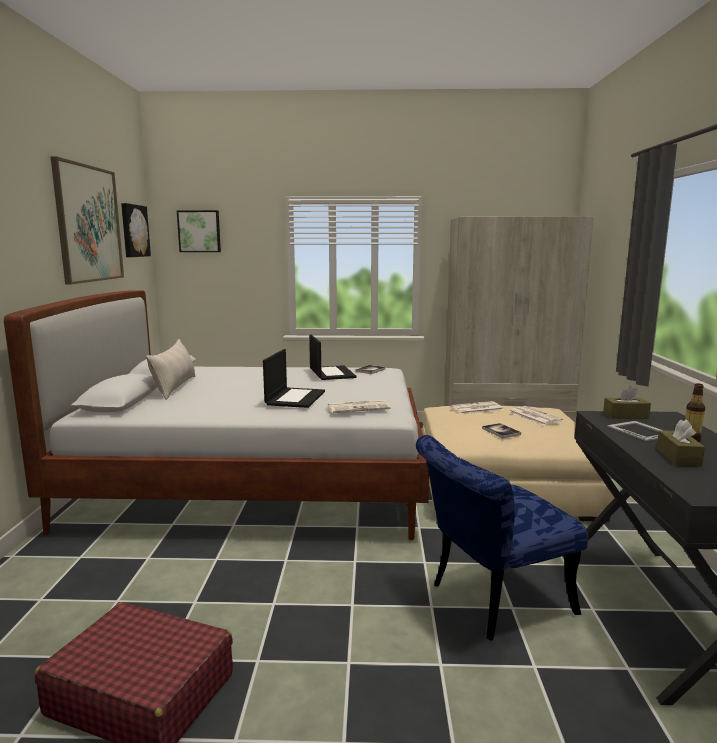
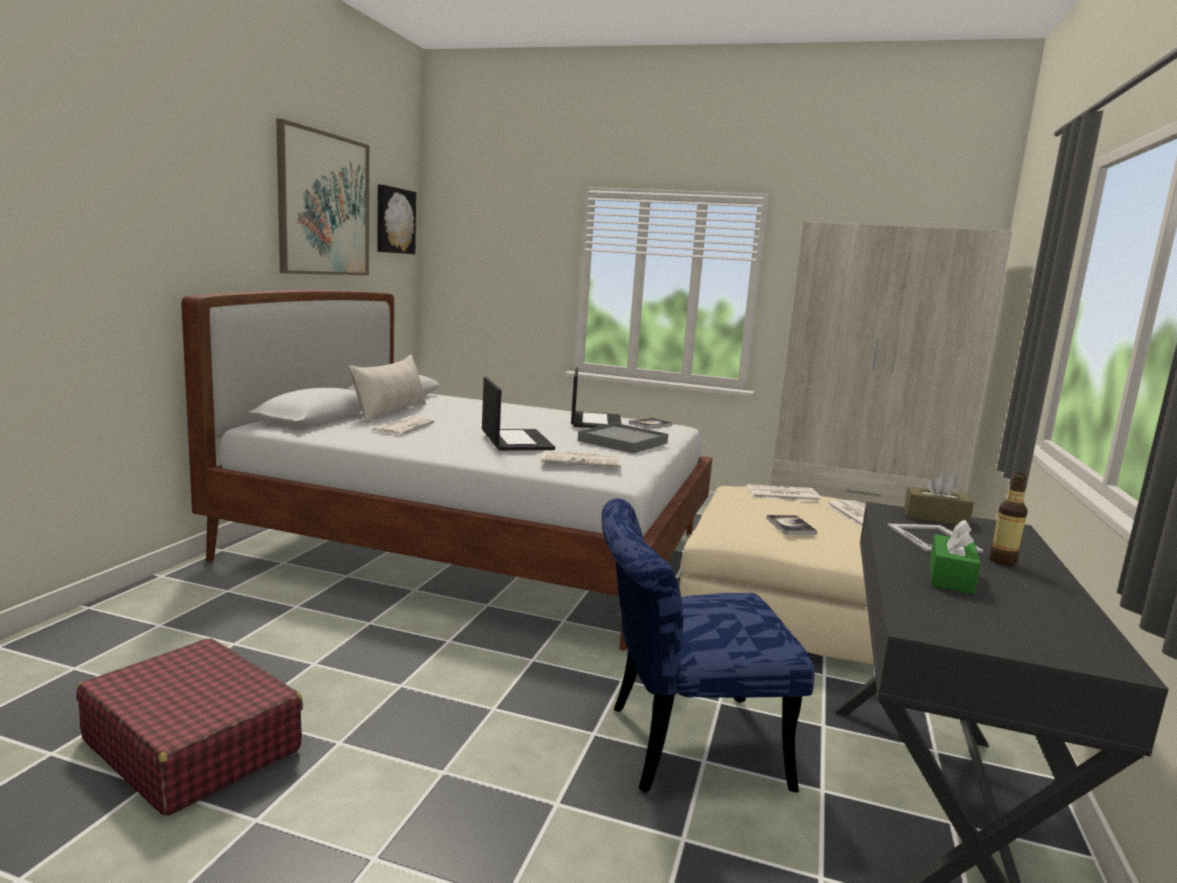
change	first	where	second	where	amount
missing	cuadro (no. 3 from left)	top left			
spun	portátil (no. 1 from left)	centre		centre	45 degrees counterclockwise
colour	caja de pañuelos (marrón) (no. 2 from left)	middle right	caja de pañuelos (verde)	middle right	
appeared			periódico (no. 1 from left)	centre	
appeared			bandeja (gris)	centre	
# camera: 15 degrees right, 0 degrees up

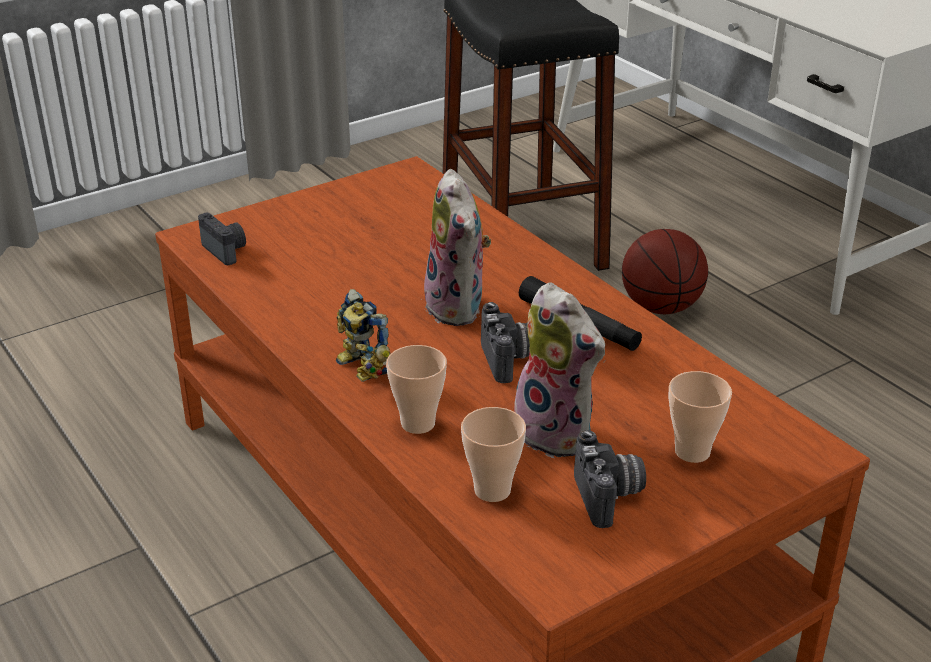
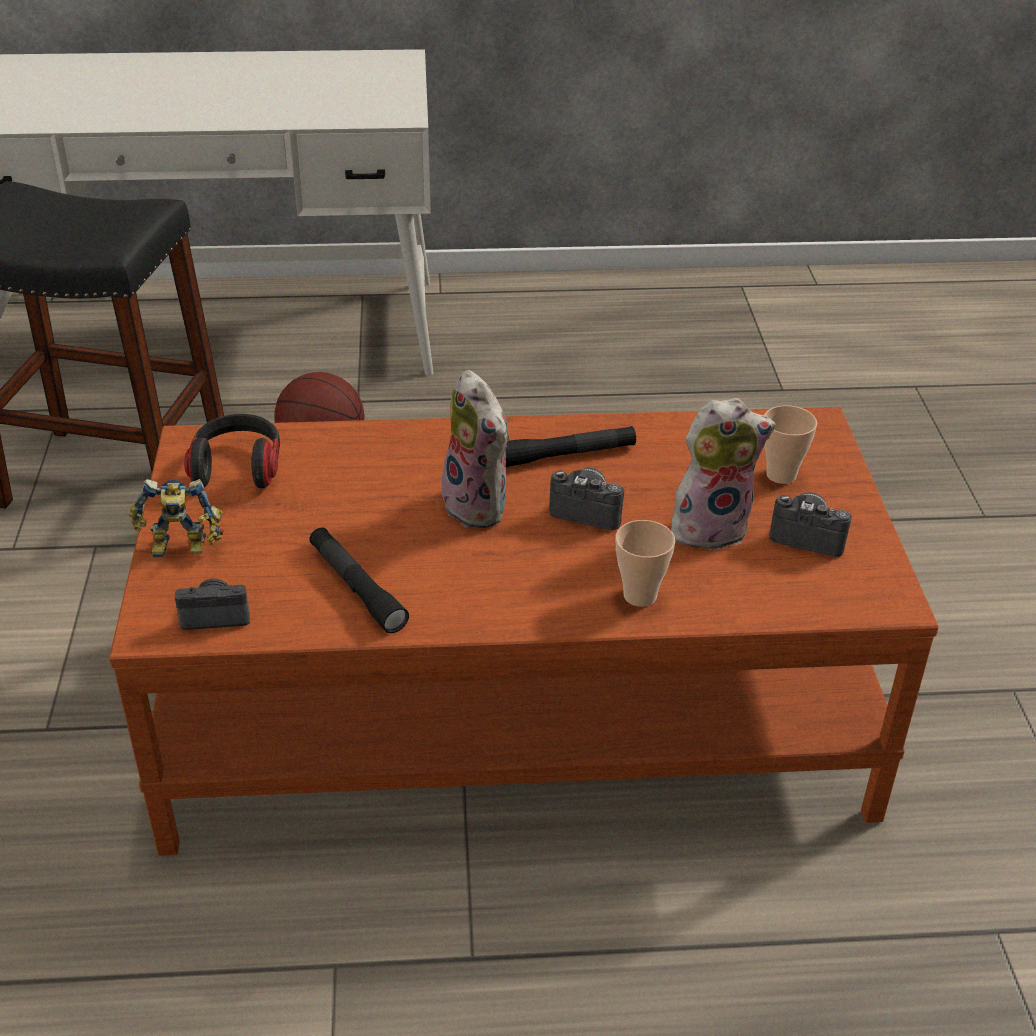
change	first	where	second	where	amount
relocated	robot de juguete	centre		middle left	
spun	peluche (no. 1 from left)	centre		centre	45 degrees clockwise
missing	taza (no. 2 from left)	bottom centre			
appeared			auriculares	middle left	
appeared			linterna (negro) (no. 1 from left)	centre	
# camera: 60 degrees left, 5 degrees up

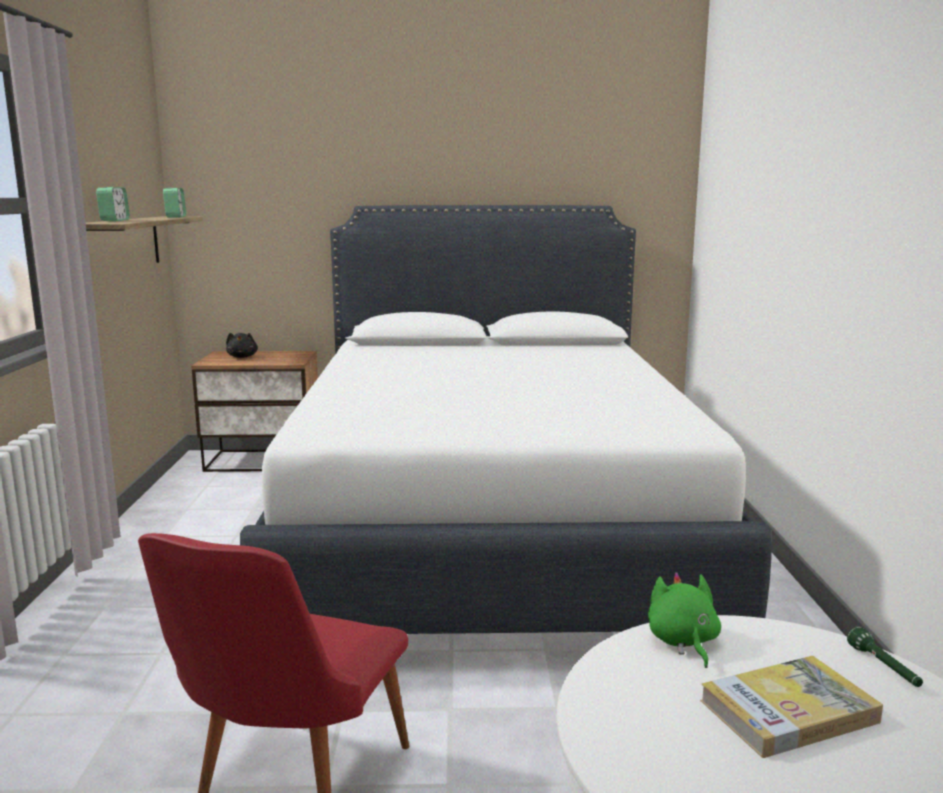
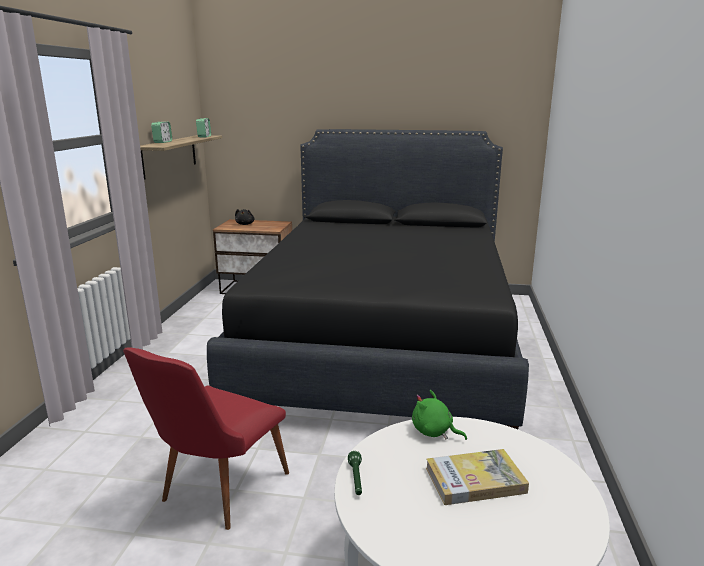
change	first	where	second	where	amount
colour	cama (blanco)	centre	cama (negro)	centre	
spun	peluche (verde)	bottom right		bottom centre	60 degrees counterclockwise
relocated	linterna (verde)	bottom right		bottom centre	
# camera: 10 degrees right, 5 degrees up

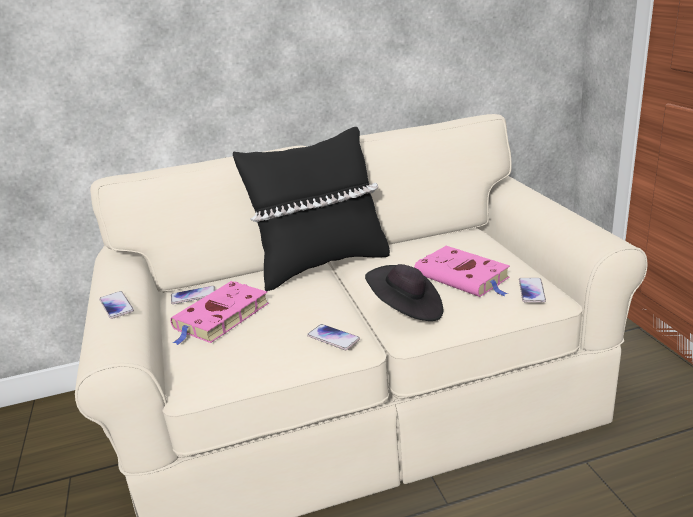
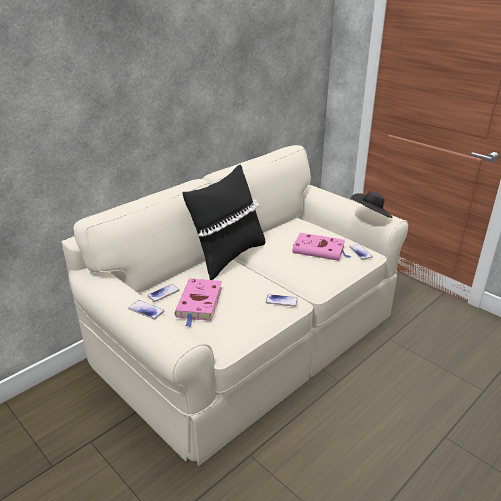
change	first	where	second	where	amount
relocated	sombrero (negro)	centre		middle right	
# camera: 30 degrees left, 5 degrees up

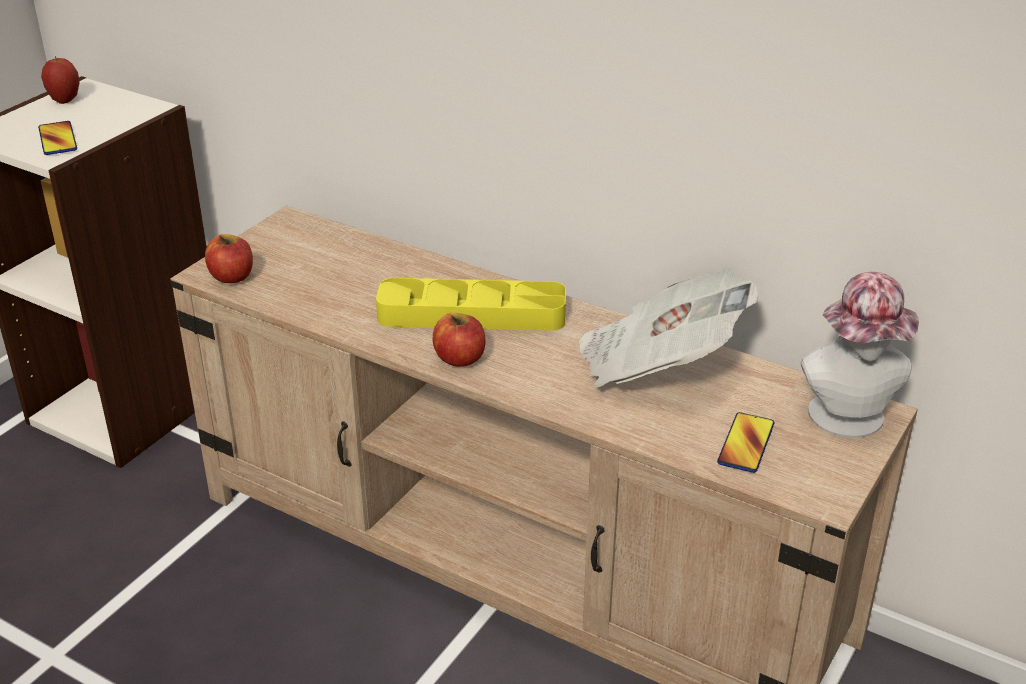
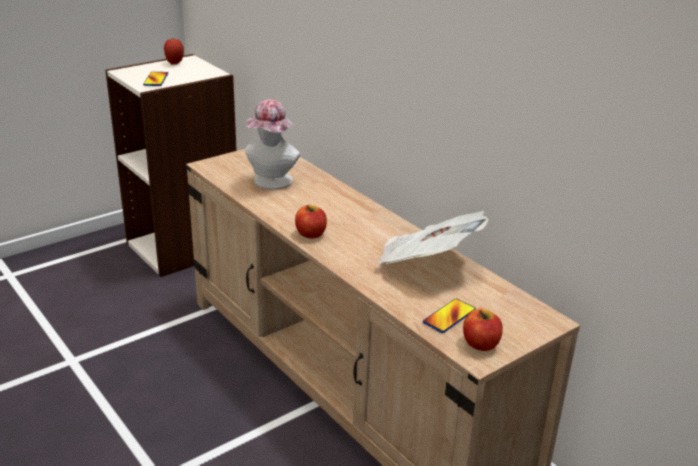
change	first	where	second	where	amount
relocated	manzana (no. 2 from left in the first image)	middle left	manzana (no. 3 from left)	bottom right	
missing	bandeja (amarillo)	centre			
relocated	sombrero	middle right		top centre	
# camera: 20 degrees right, 5 degrees down

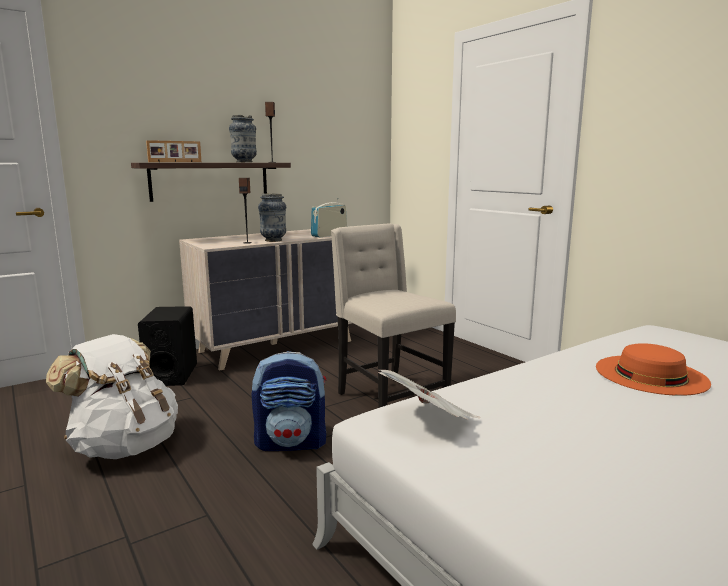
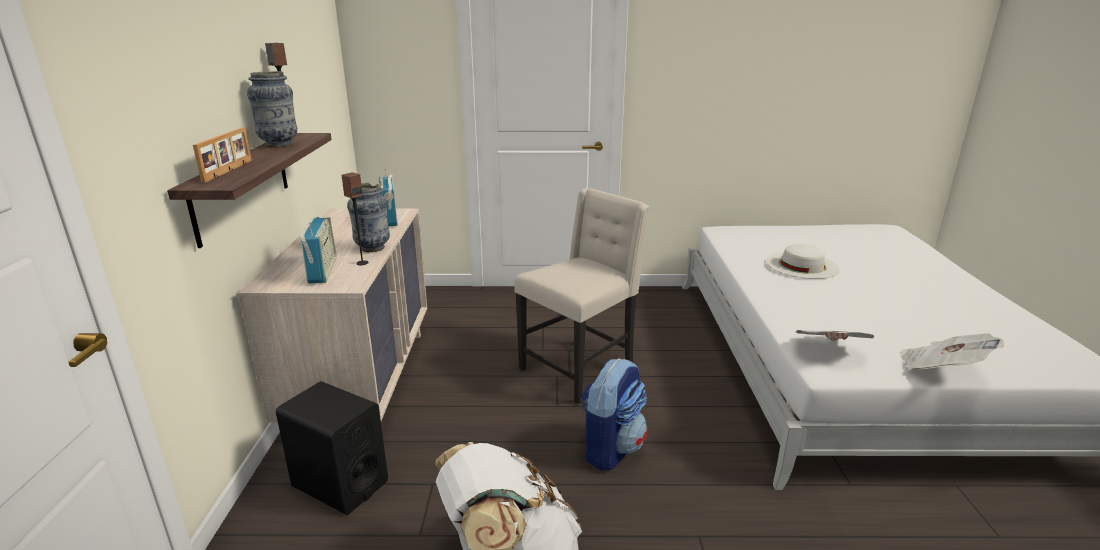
change	first	where	second	where	amount
spun	silla (beis)	centre		centre	135 degrees clockwise
colour	sombrero (naranja)	middle right	sombrero (blanco)	middle right	
appeared			radio (no. 1 from left)	middle left	
appeared			periódico (no. 2 from left)	middle right	
# camera: 55 degrees left, 10 degrees up

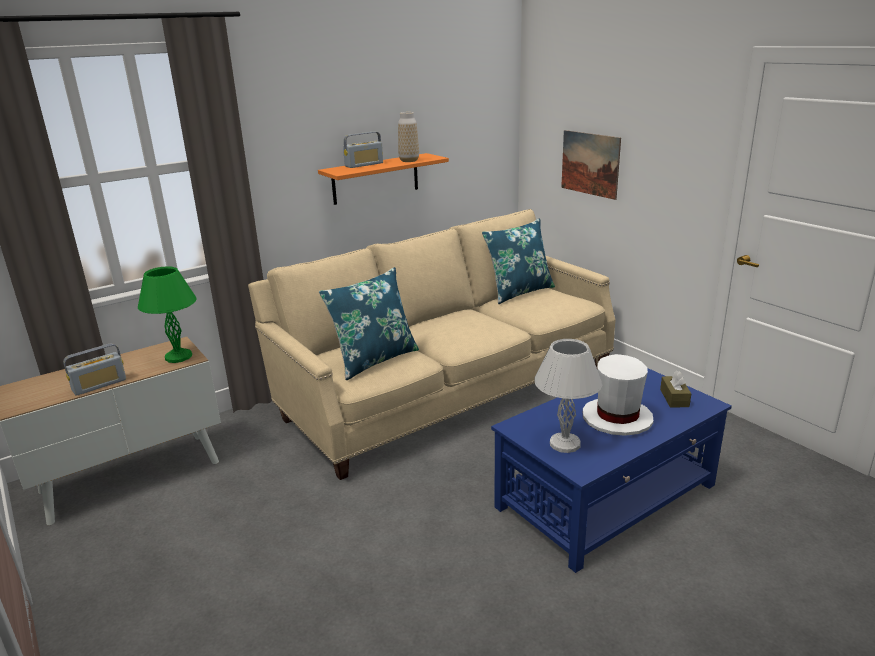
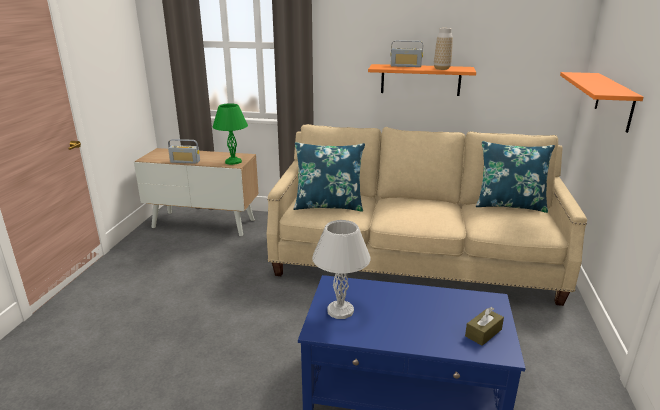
change	first	where	second	where	amount
exchanged	cuadro	top right	estante (naranja) (no. 2 from left)	top right	
missing	sombrero (blanco)	middle right			
# camera: 45 degrees right, 0 degrees up

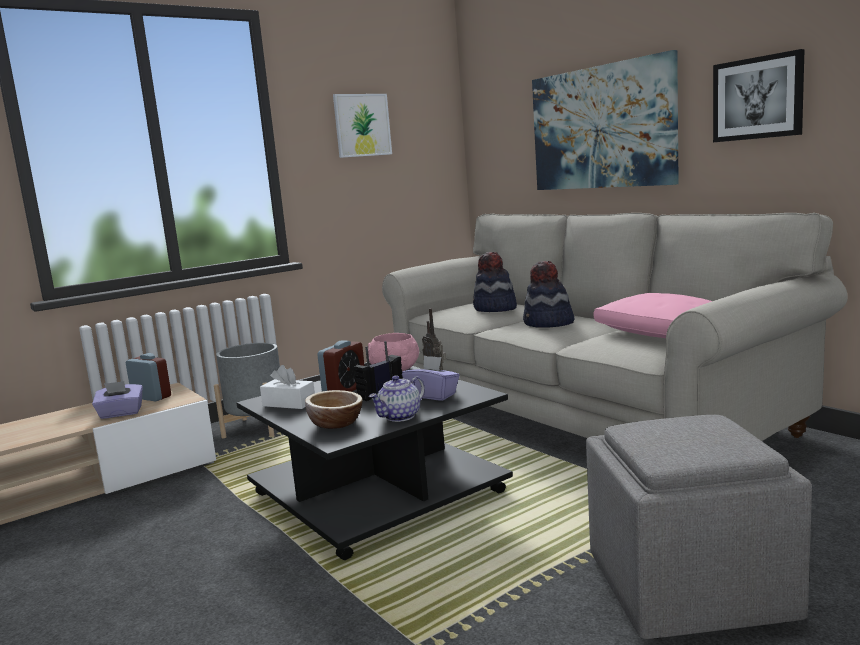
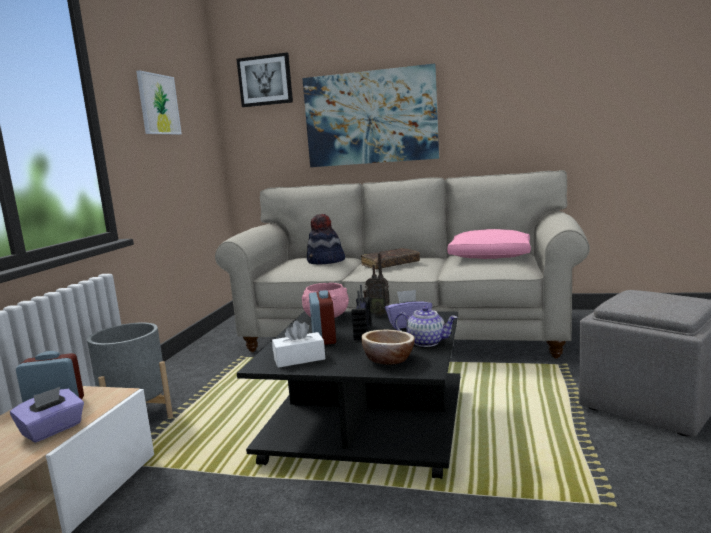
change	first	where	second	where	amount
spun	tetera	centre		centre	75 degrees counterclockwise
exchanged	sombrero (no. 2 from left)	centre	libro (marrón)	centre	
relocated	cuadro (no. 3 from left in the first image)	top right	cuadro (no. 2 from left)	top centre	
# camera: 40 degrees left, 0 degrees up

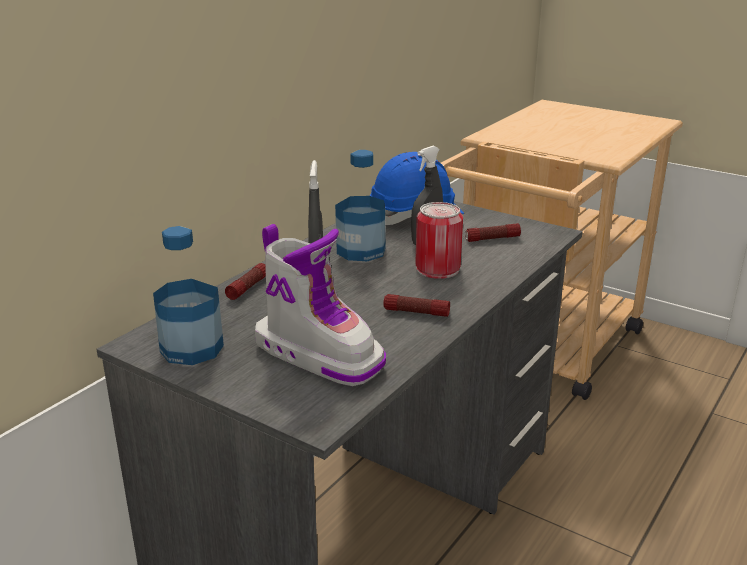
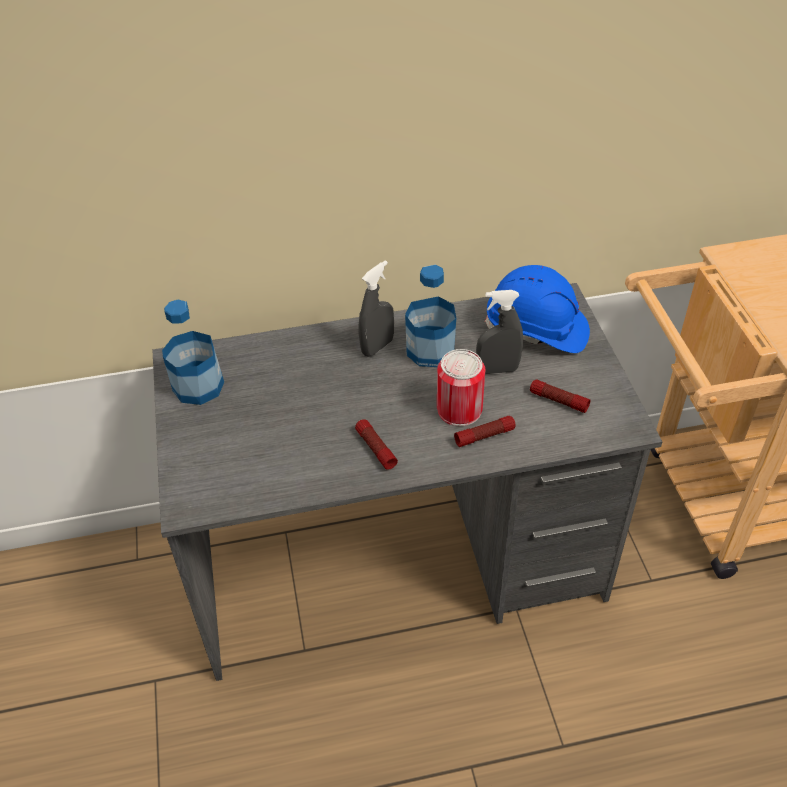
change	first	where	second	where	amount
relocated	linterna (no. 1 from left in the first image)	middle left	linterna (no. 2 from left)	centre	
missing	bota	centre			
# camera: 45 degrees right, 20 degrees up

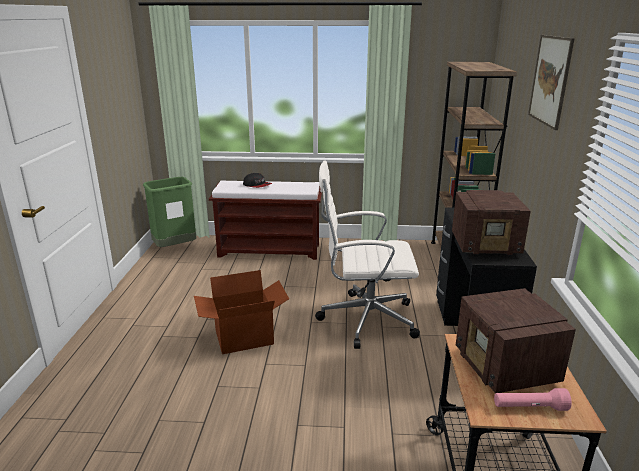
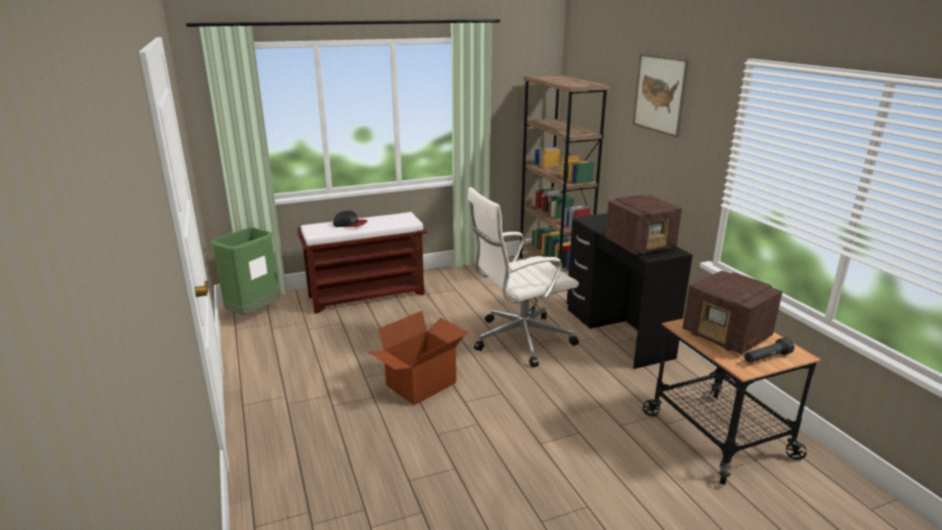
change	first	where	second	where	amount
colour	linterna (rosa)	bottom right	linterna (negro)	middle right	
# camera: 25 degrees left, 0 degrees up

